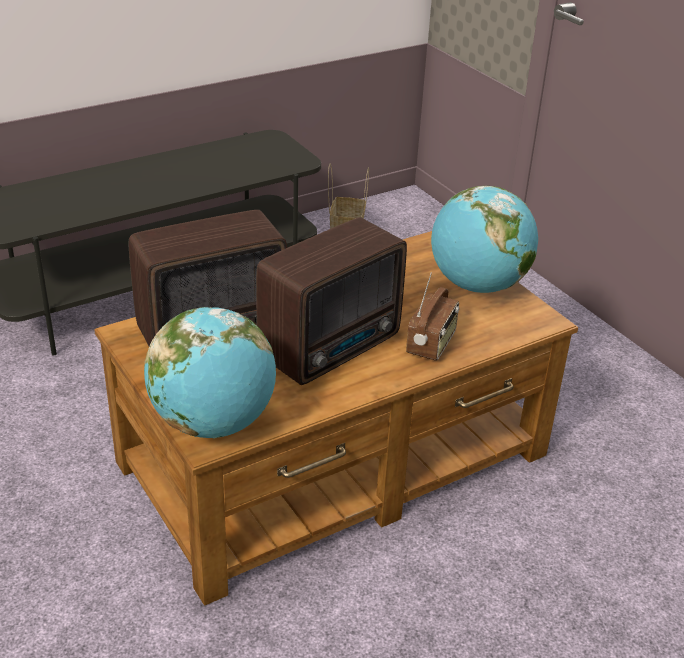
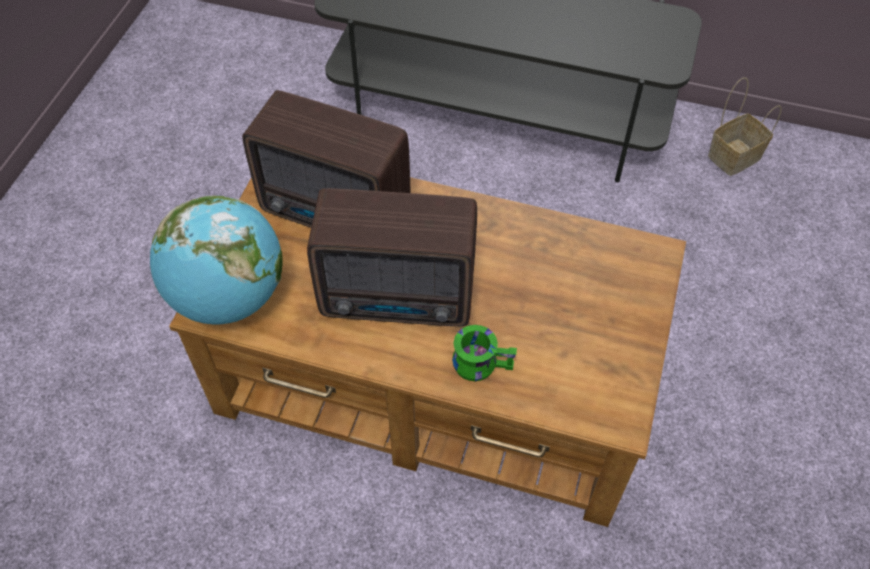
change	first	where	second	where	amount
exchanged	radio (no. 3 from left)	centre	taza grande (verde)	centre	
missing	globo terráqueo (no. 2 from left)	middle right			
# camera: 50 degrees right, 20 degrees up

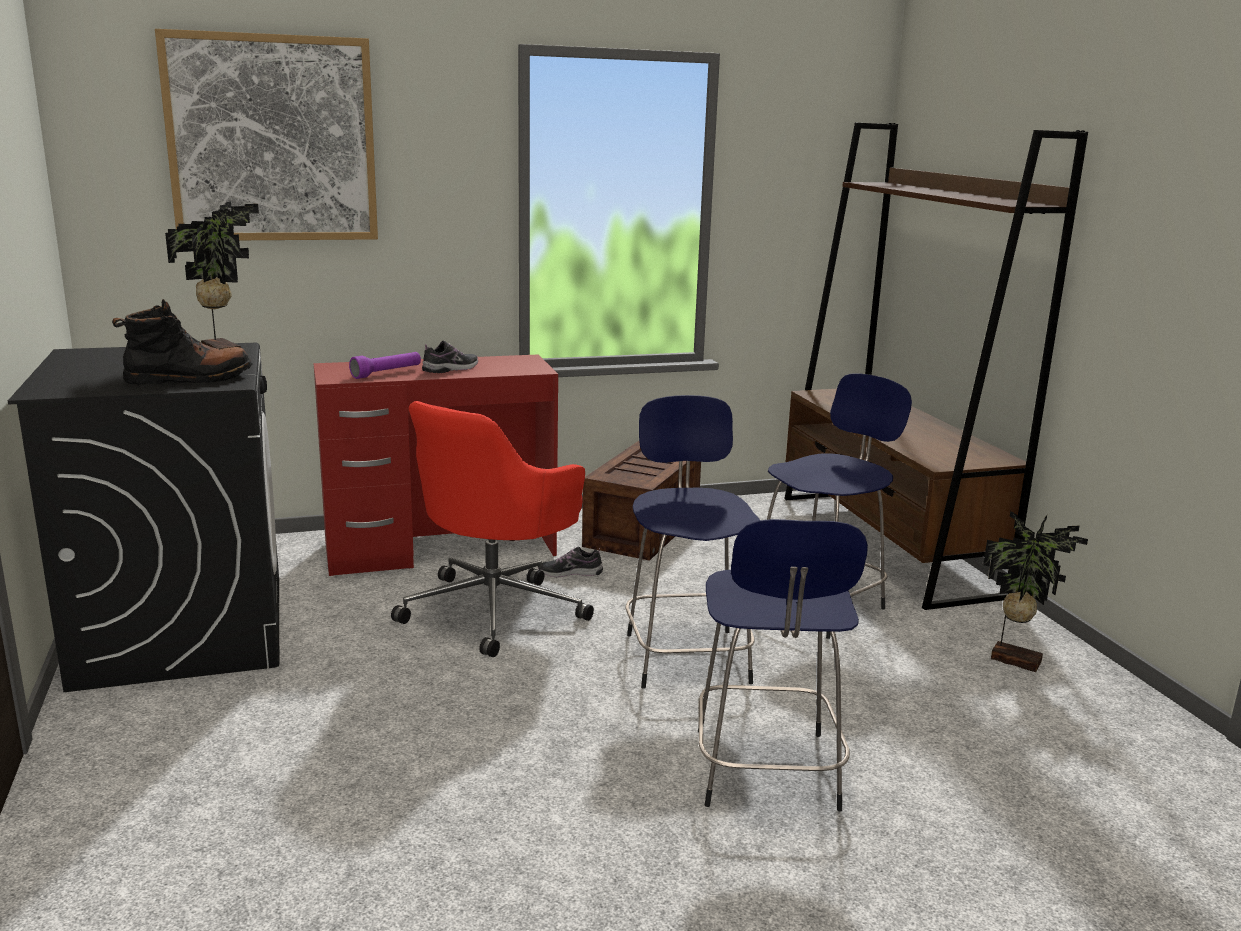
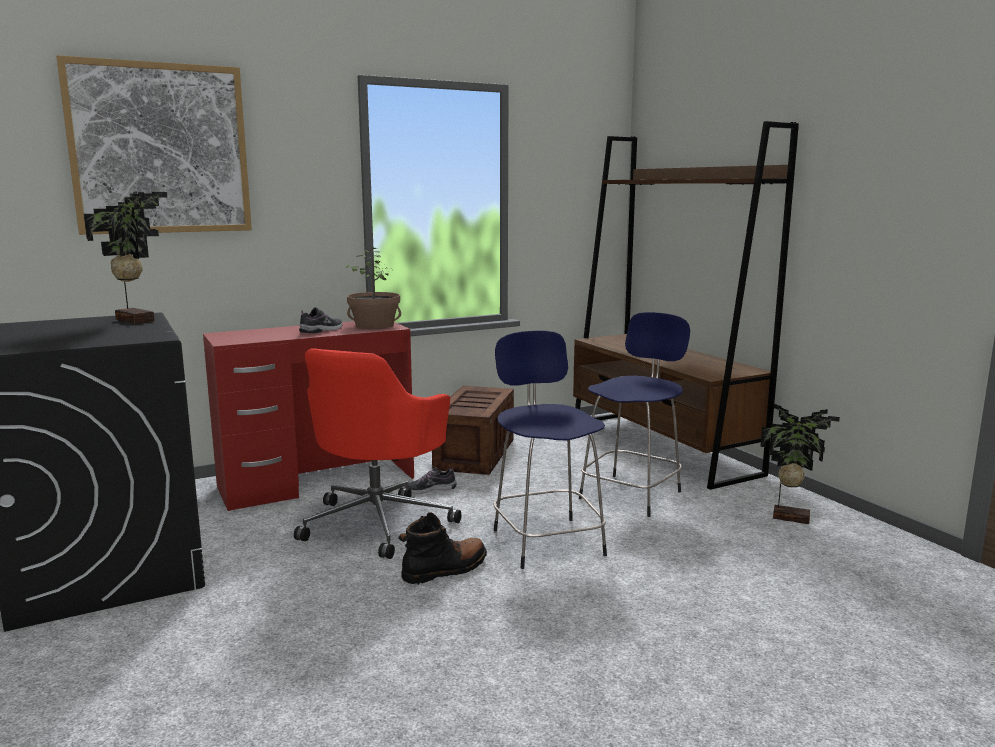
change	first	where	second	where	amount
relocated	bota (negro)	middle left		bottom centre	
missing	linterna (morado)	middle left			
missing	taburete (azul) (no. 2 from left)	bottom centre			
appeared			planta en maceta (no. 2 from left)	centre	
# camera: 10 degrees left, 5 degrees down

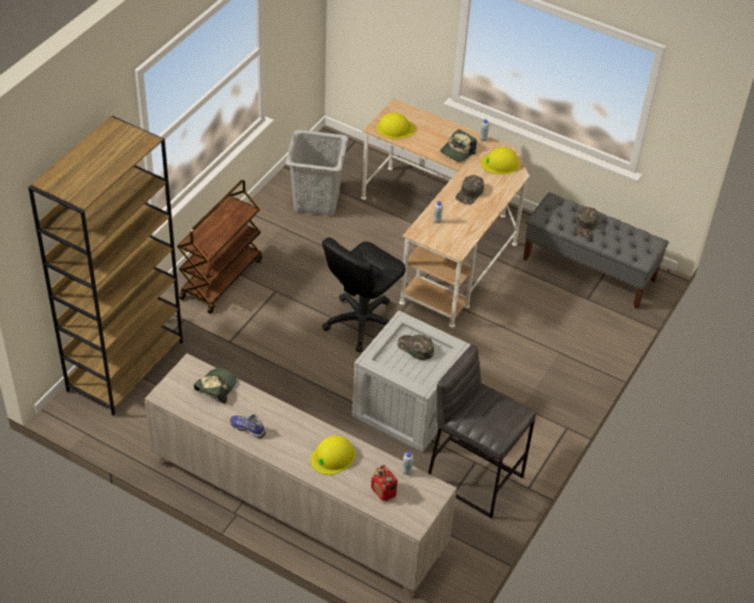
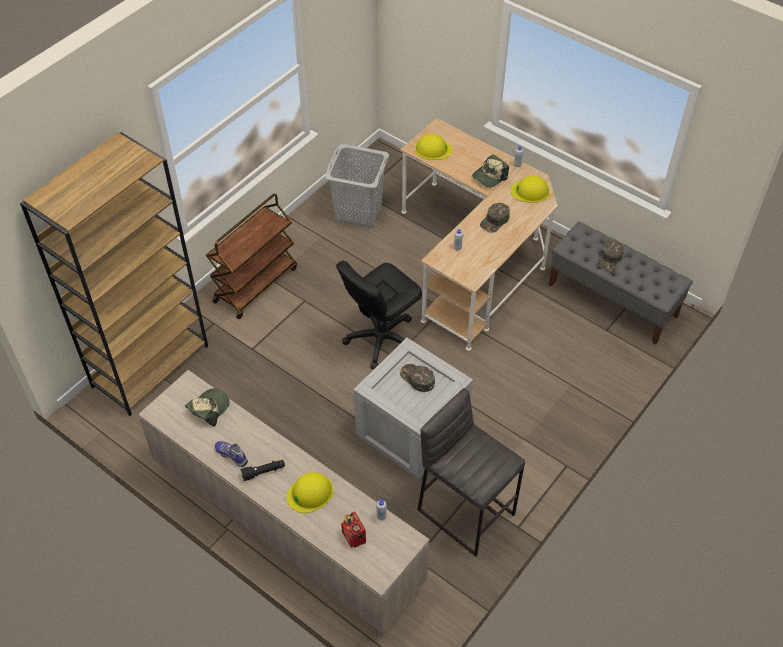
change	first	where	second	where	amount
appeared			linterna (negro)	bottom centre	
# camera: 10 degrees right, 5 degrees up

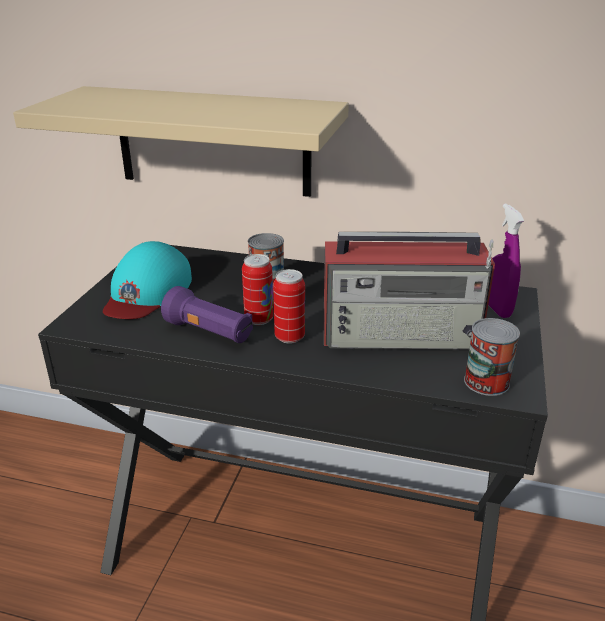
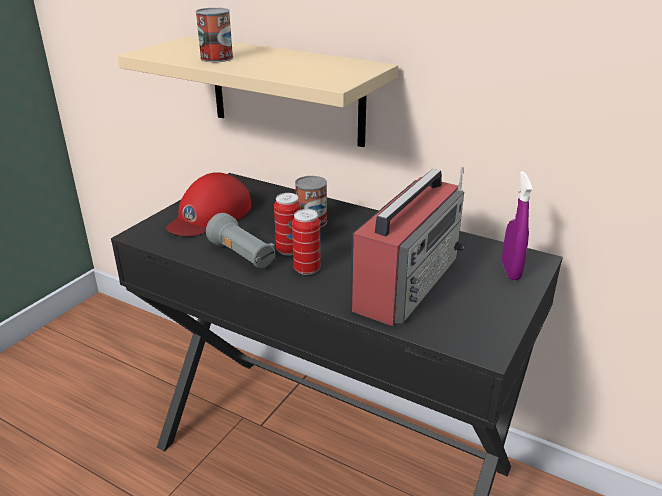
change	first	where	second	where	amount
colour	gorra (turquesa)	middle left	gorra (rojo)	middle left	
colour	linterna (morado)	centre	linterna (gris)	centre	
spun	radio	middle right		centre	75 degrees counterclockwise
relocated	lata (no. 4 from left in the first image)	middle right	lata (no. 1 from left)	top left	
# camera: 15 degrees right, 0 degrees up

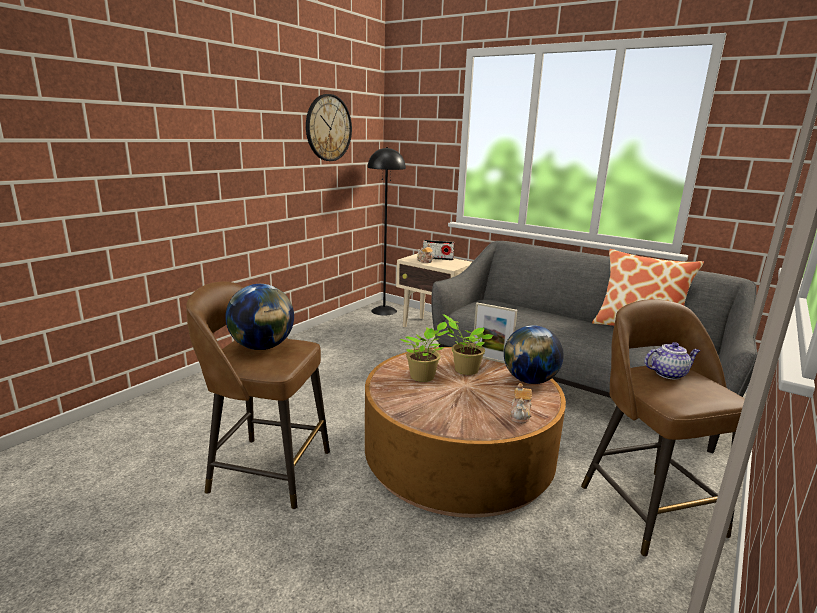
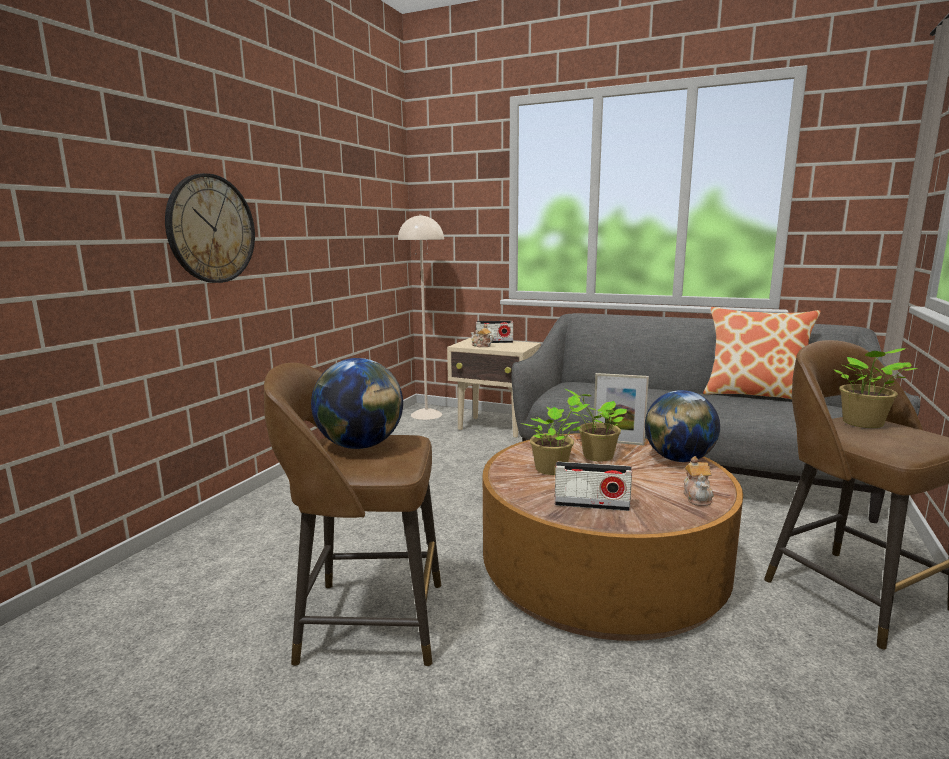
change	first	where	second	where	amount
relocated	reloj de pared	top centre		top left	
colour	lámpara de pie (negro)	centre	lámpara de pie (beis)	centre	
exchanged	tetera (no. 3 from left)	middle right	planta en maceta (no. 3 from left)	middle right	
appeared			radio (no. 2 from left)	centre	
# camera: 10 degrees left, 5 degrees down

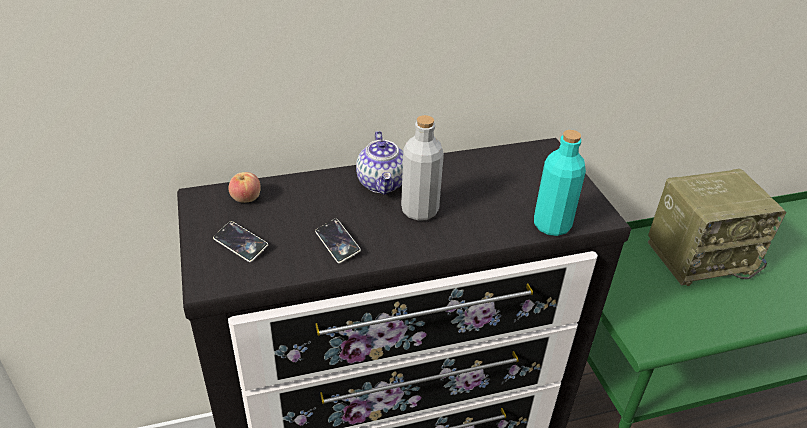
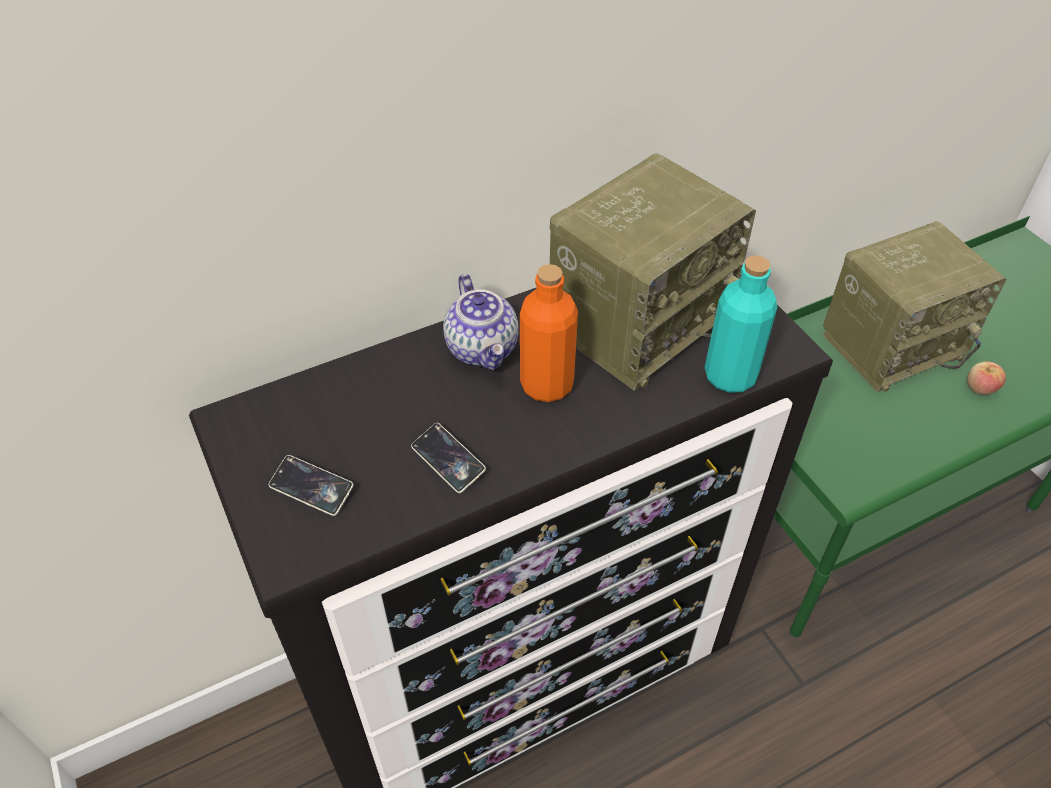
change	first	where	second	where	amount
relocated	manzana	middle left		middle right	
colour	botella (gris)	centre	botella (naranja)	centre	
appeared			radio (no. 1 from left)	centre	
# camera: 10 degrees left, 10 degrees up

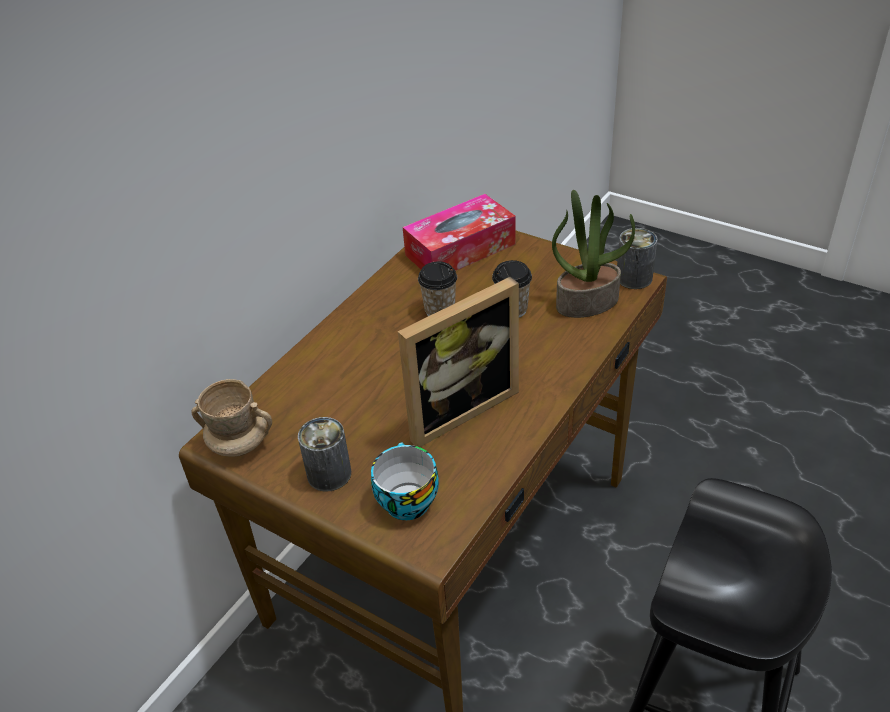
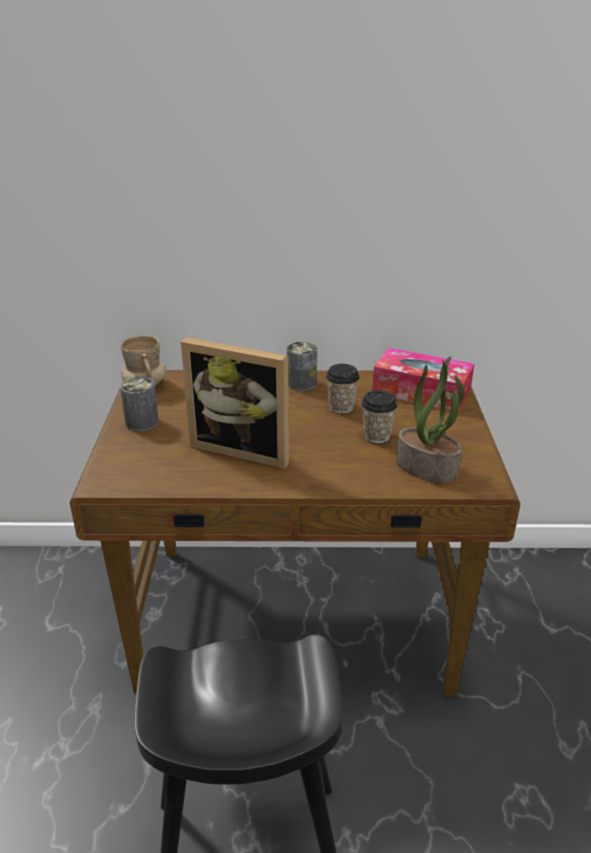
change	first	where	second	where	amount
missing	taza (no. 1 from left)	bottom centre			
relocated	lata (no. 2 from left)	middle right		centre	
# camera: 55 degrees right, 10 degrees down

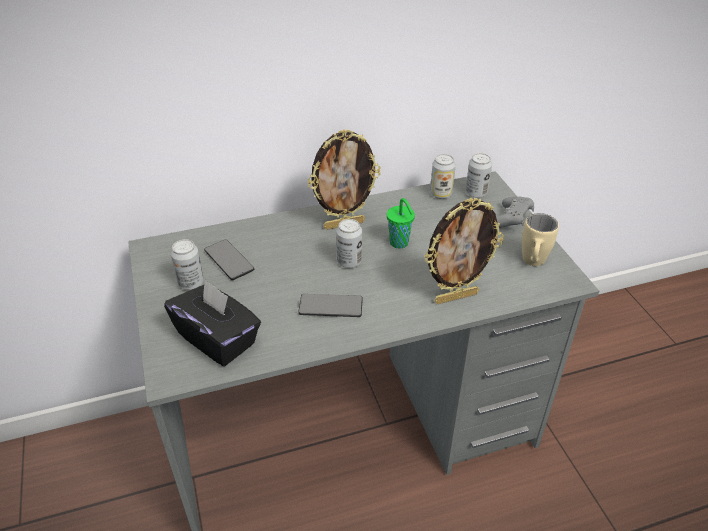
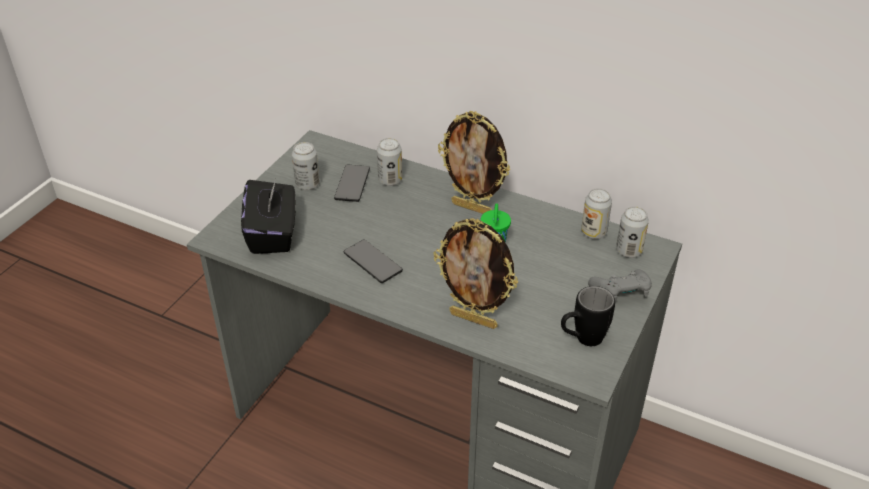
change	first	where	second	where	amount
relocated	lata (no. 2 from left)	centre		top centre	
colour	taza grande (beis)	middle right	taza grande (negro)	middle right	
# camera: 45 degrees right, 0 degrees up

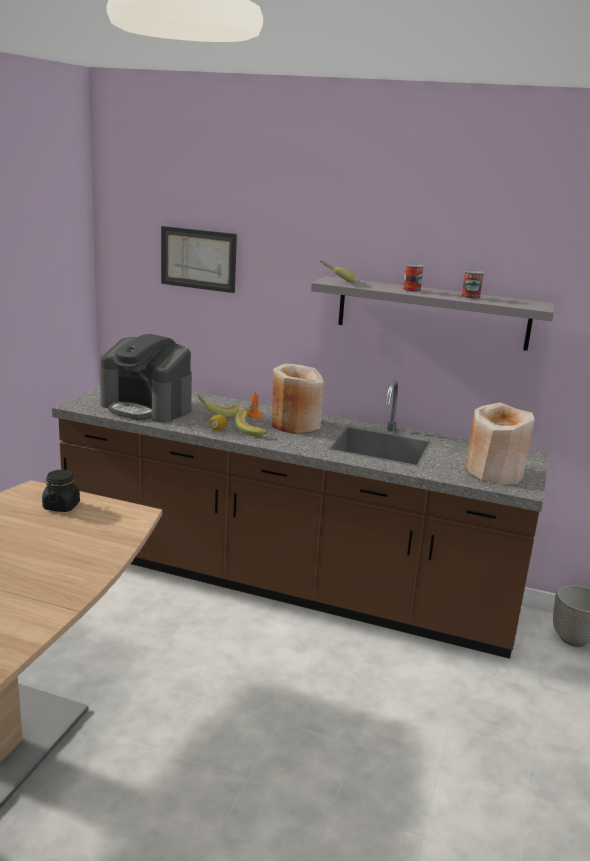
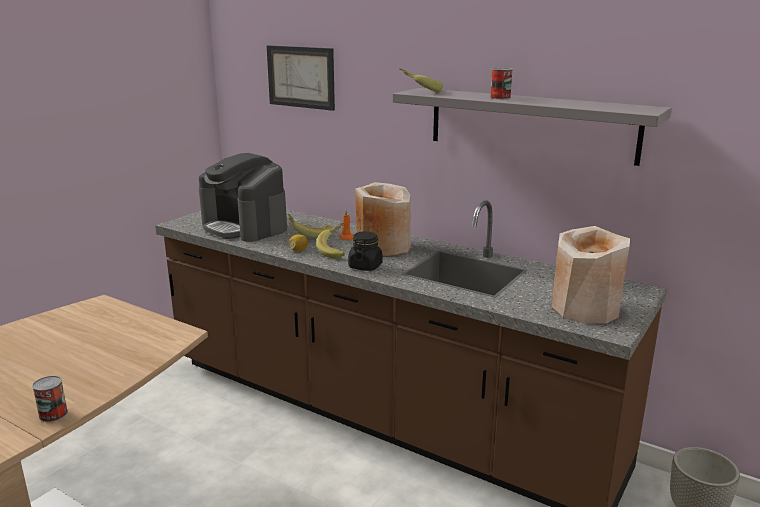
change	first	where	second	where	amount
relocated	tarro (negro)	middle left		centre	
relocated	lata (no. 2 from left in the first image)	top right	lata (no. 1 from left)	bottom left	
# camera: 15 degrees right, 0 degrees up

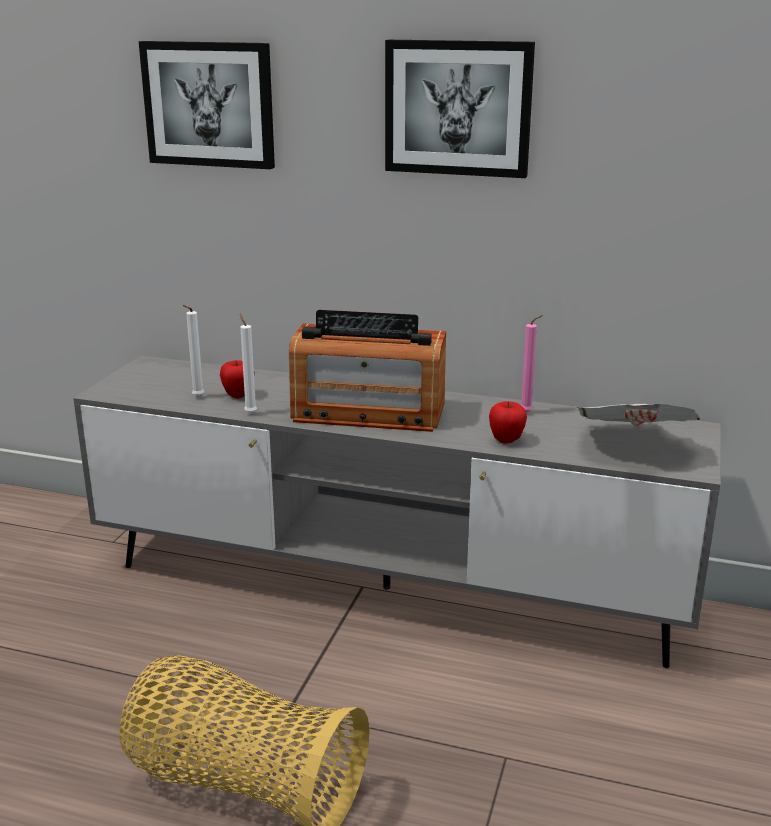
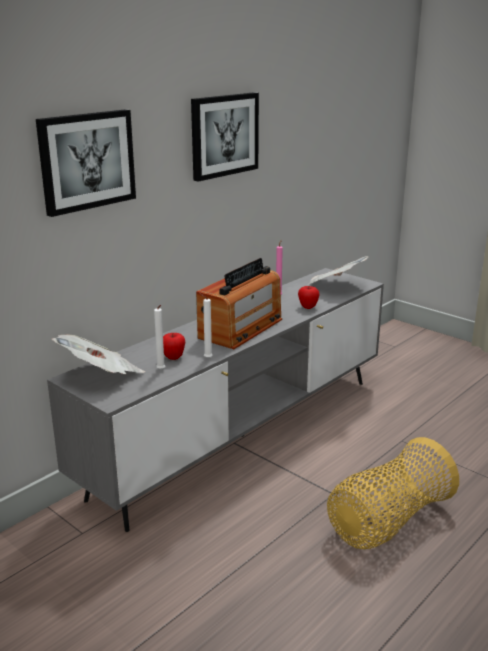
change	first	where	second	where	amount
appeared			periódico (no. 1 from left)	middle left	
# camera: 65 degrees left, 0 degrees up

